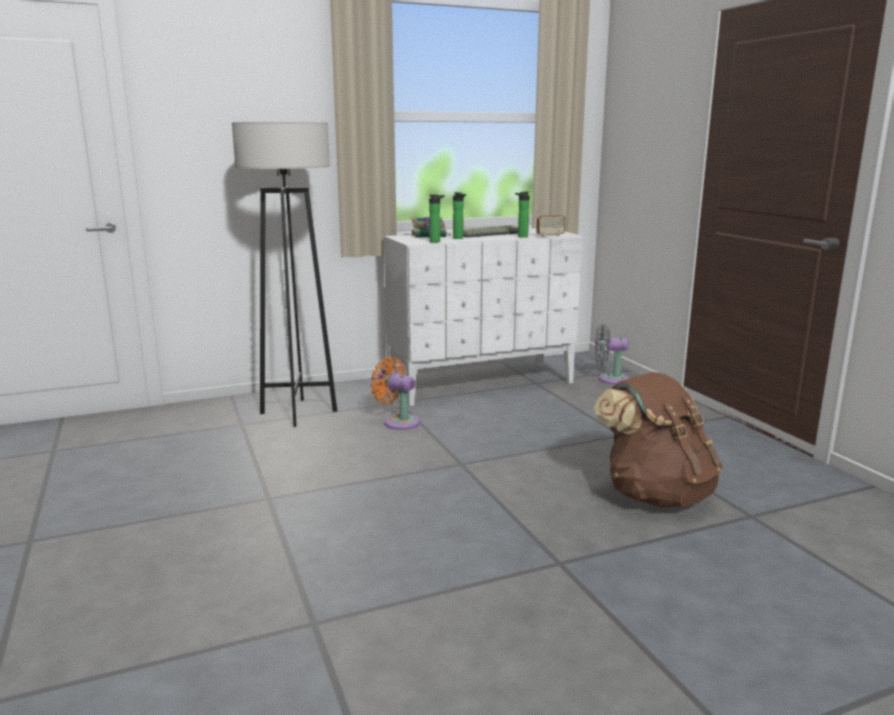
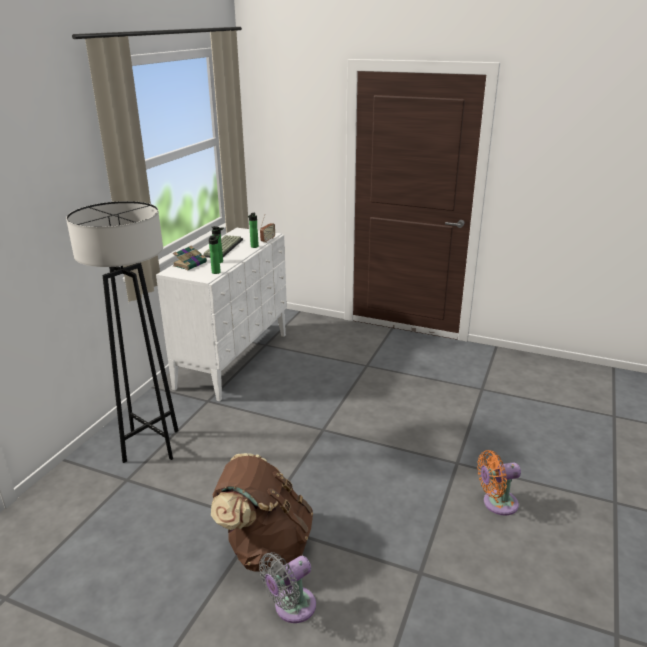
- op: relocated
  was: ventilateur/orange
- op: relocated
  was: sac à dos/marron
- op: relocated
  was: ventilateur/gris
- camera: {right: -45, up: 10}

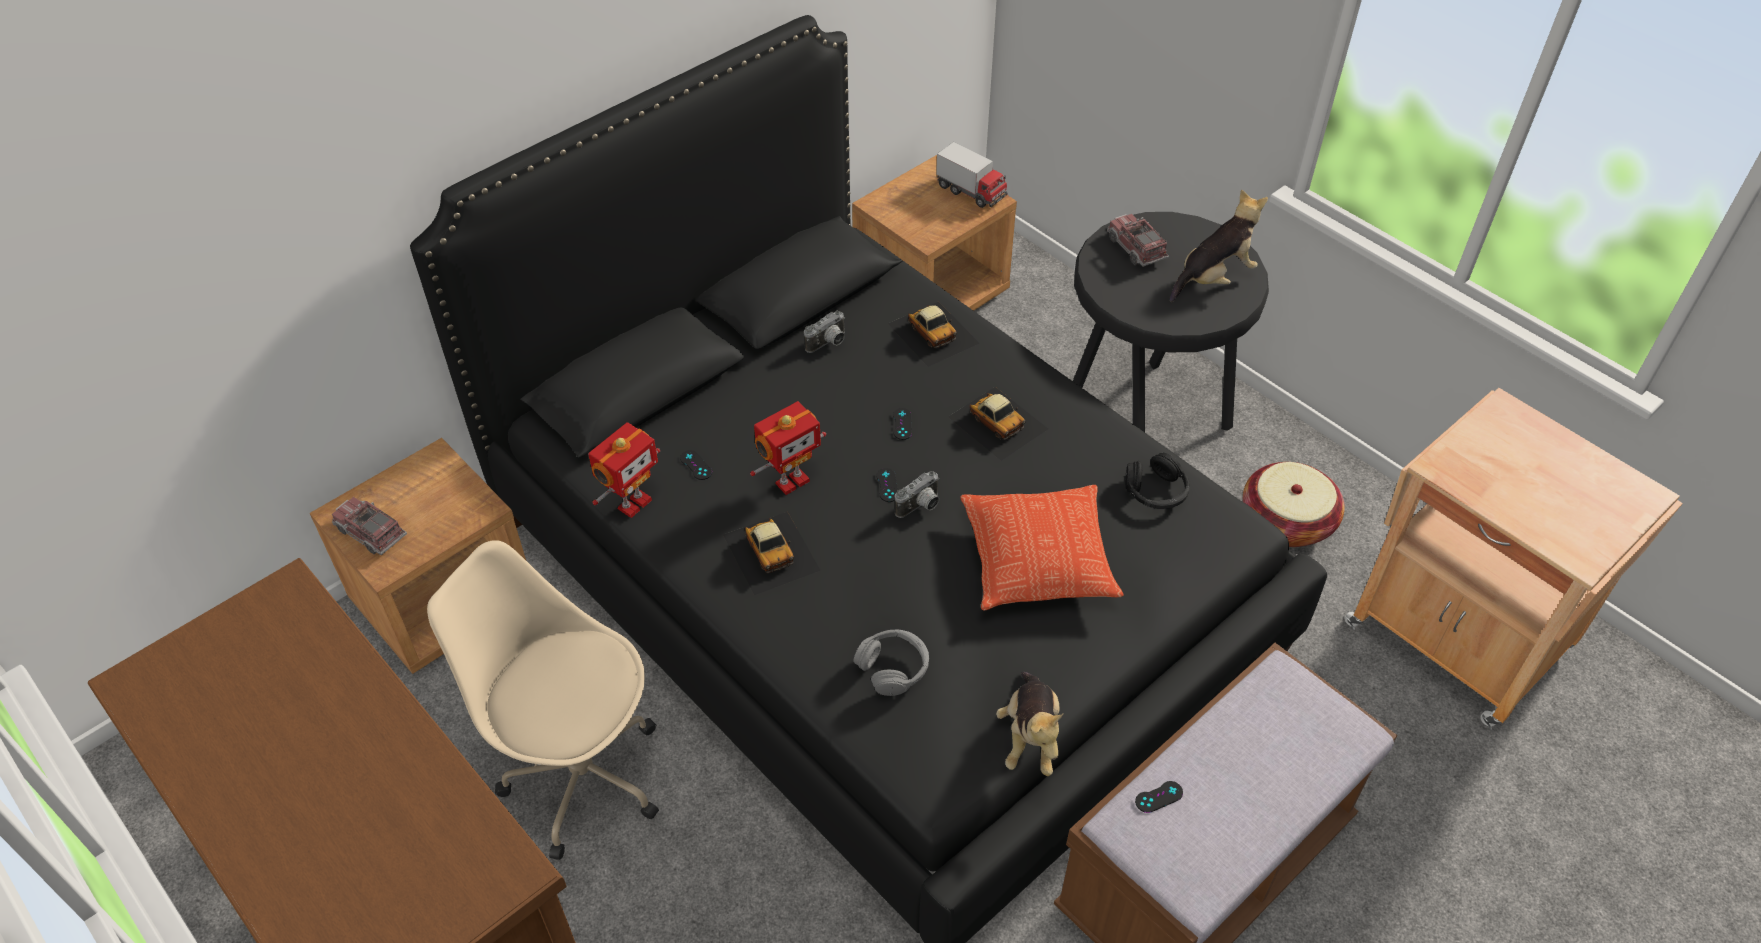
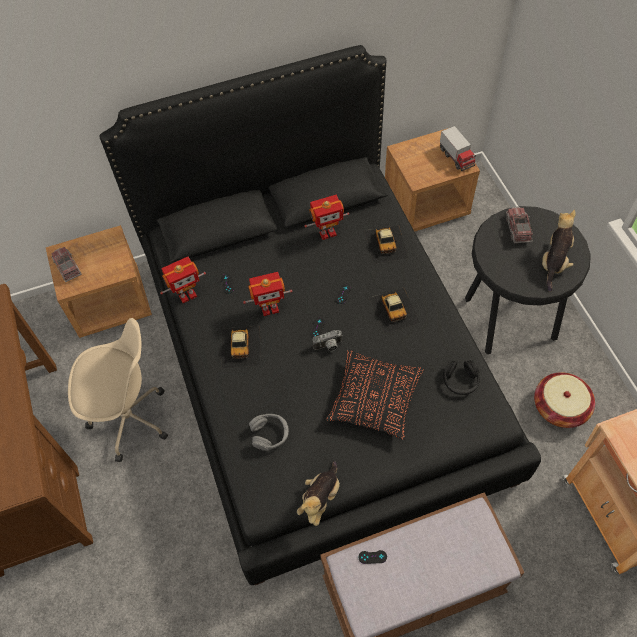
- op: spun
  was: chaise de bureau/beige
  clockwise: 120
- op: exchanged
  was: appareil photo (no. 1 from left)
  now: robot jouet (no. 3 from left)
- op: colour
  was: coussin/orange
  now: coussin/noir
- op: spun
  was: peluche (no. 2 from left)
  clockwise: -60
- camera: {right: 25, up: 10}

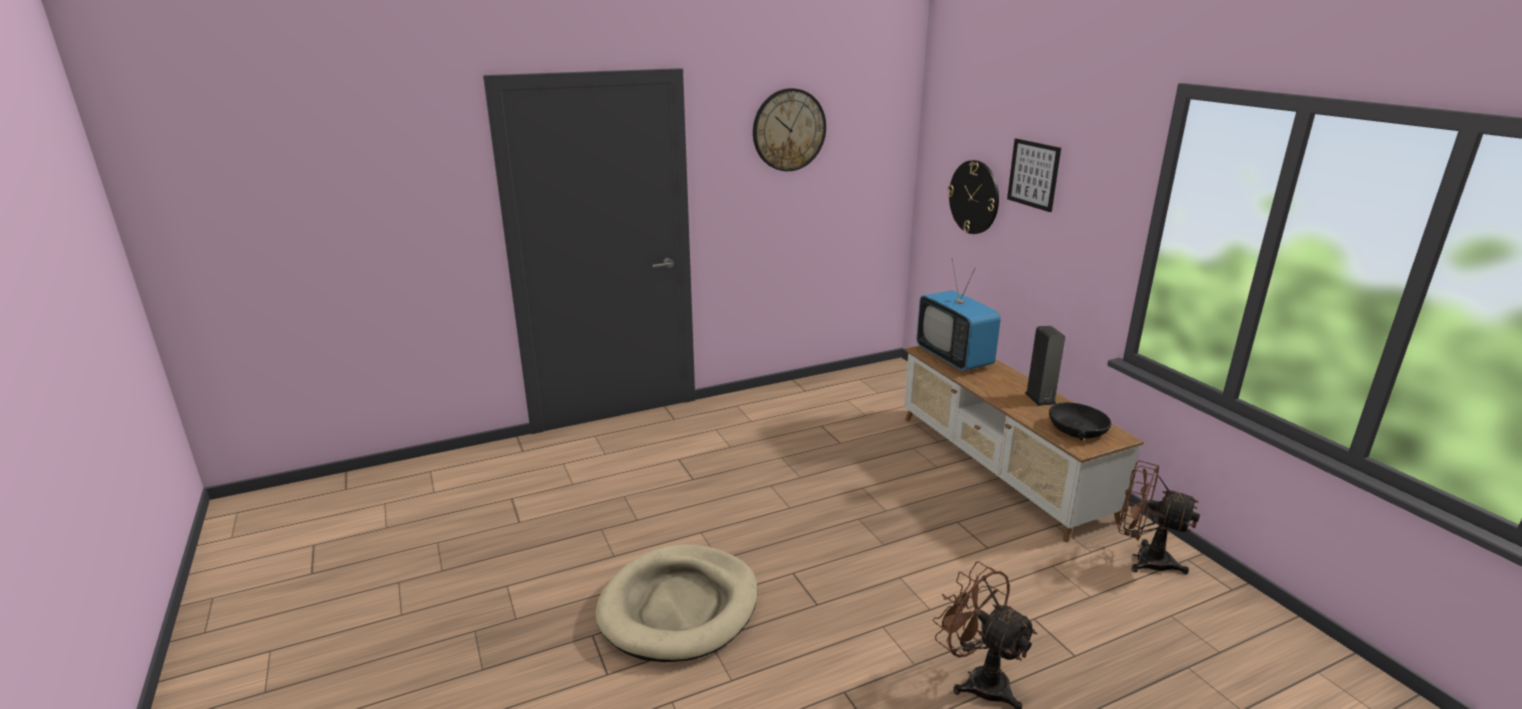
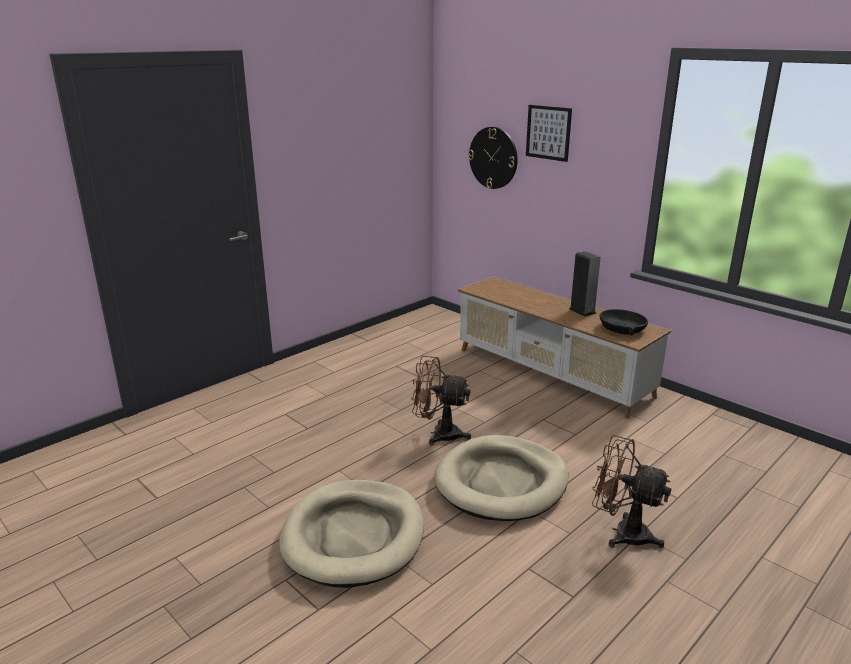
- op: missing
  was: horloge murale (no. 1 from left)
- op: missing
  was: téléviseur
- op: relocated
  was: ventilateur/marron (no. 2 from left in the first image)
  now: ventilateur/marron (no. 1 from left)
- op: appeared
  now: panier pour chien/beige (no. 2 from left)
- camera: {right: -20, up: 0}

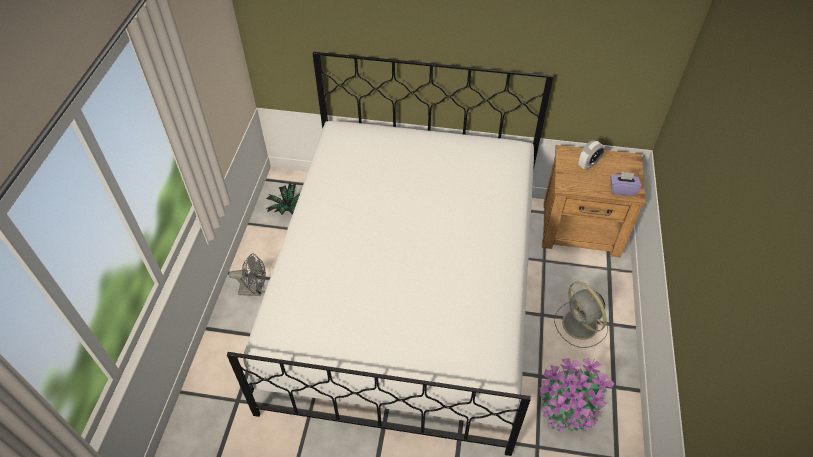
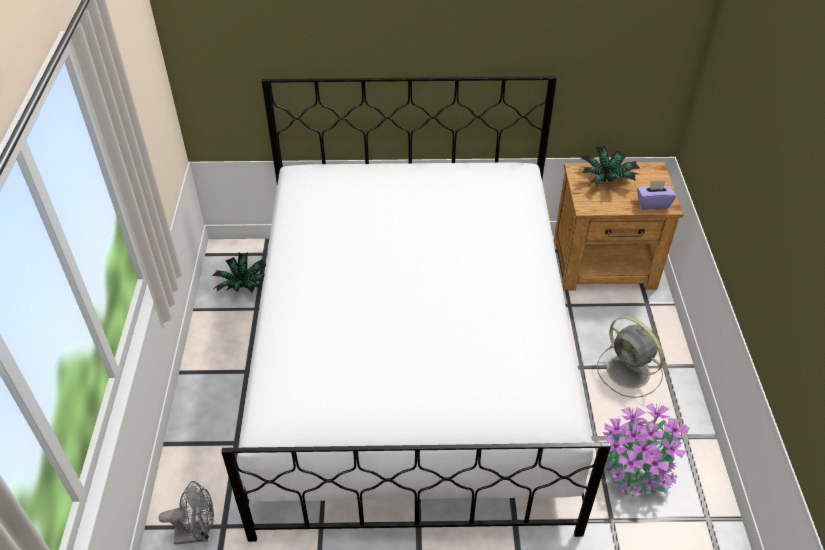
- op: relocated
  was: ventilateur/gris (no. 1 from left)
- op: exchanged
  was: réveil
  now: plante en pot (no. 2 from left)
- camera: {right: -10, up: -5}

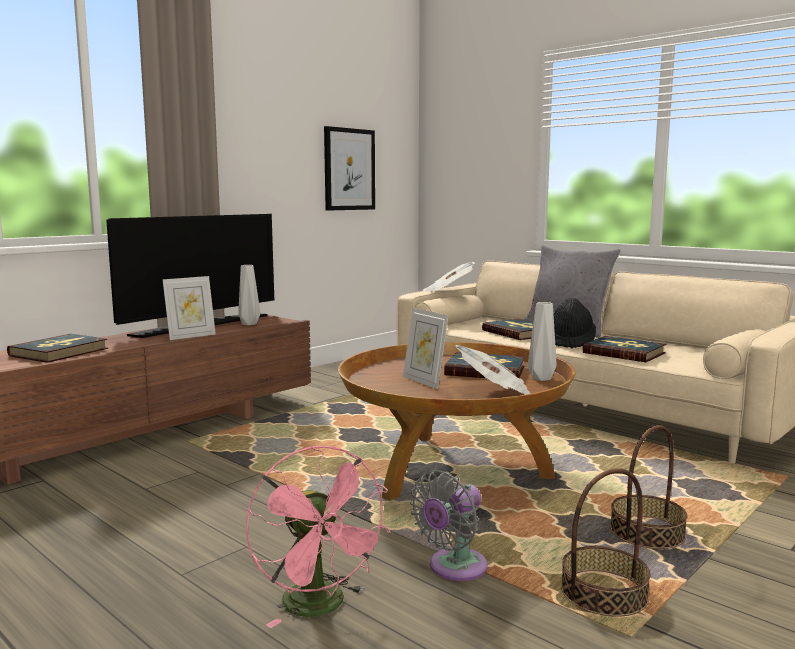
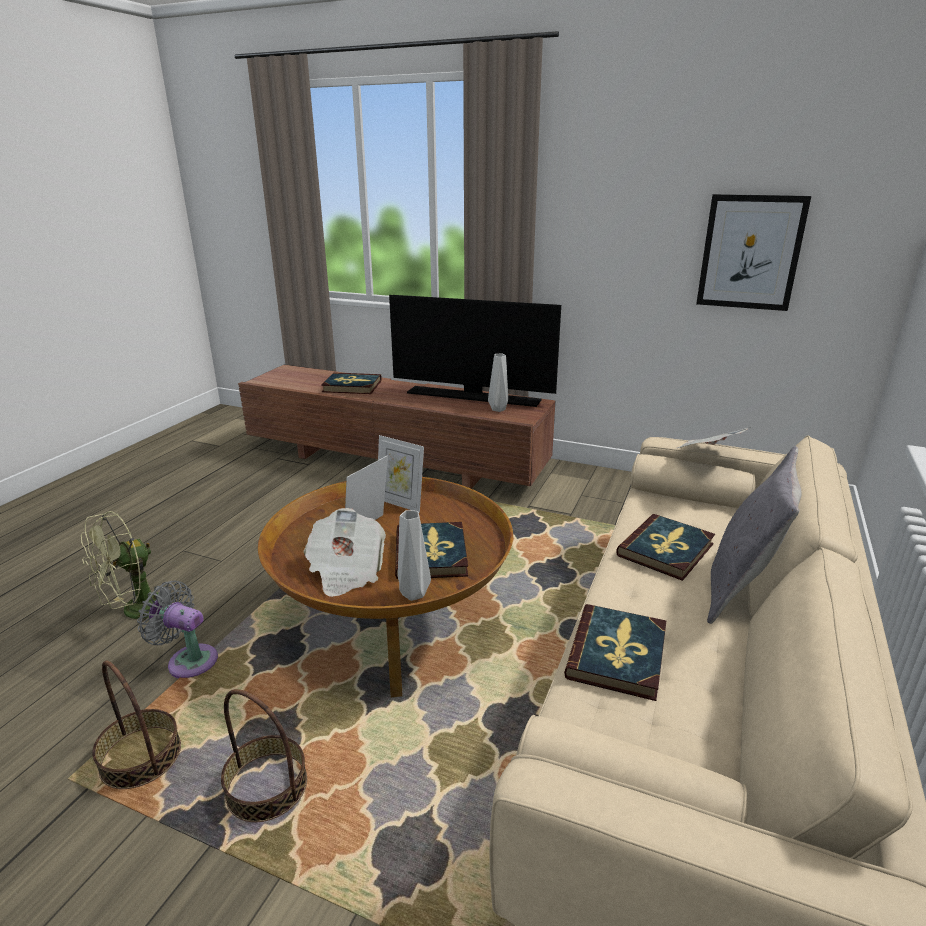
- op: relocated
  was: cadre photo (no. 1 from left in the first image)
  now: cadre photo (no. 2 from left)
- op: colour
  was: ventilateur/rose
  now: ventilateur/vert
- op: missing
  was: chapeau/noir
- camera: {right: 70, up: 15}

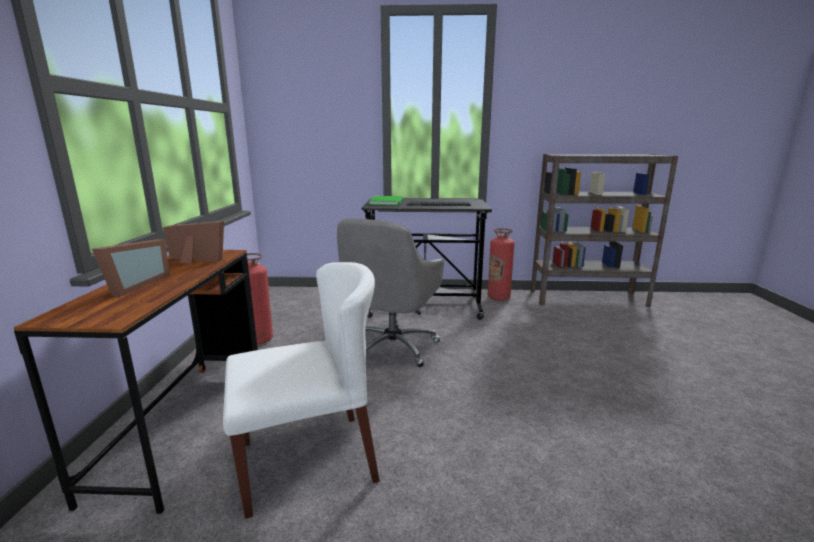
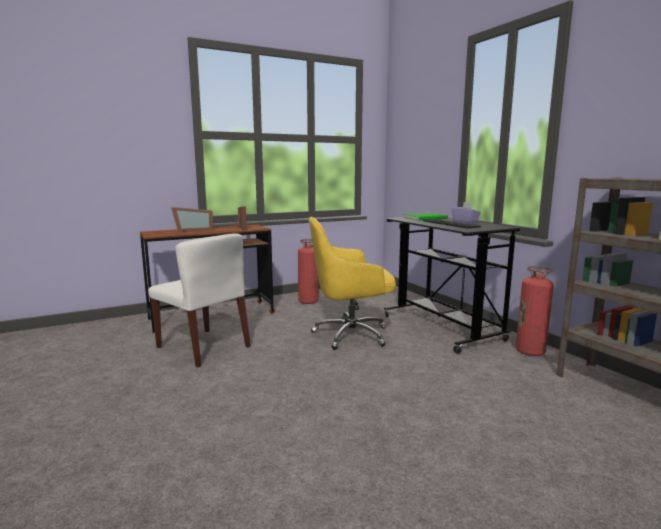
- op: colour
  was: chaise de bureau/gris
  now: chaise de bureau/jaune
- op: appeared
  now: boîte à mouchoirs/violet
- camera: {right: 60, up: -5}

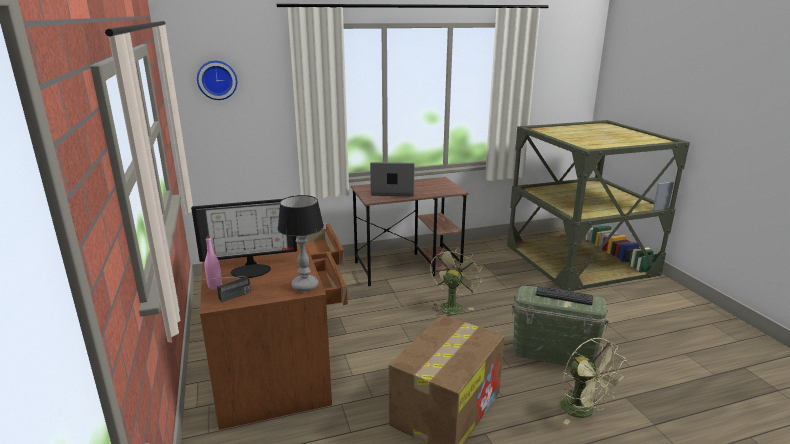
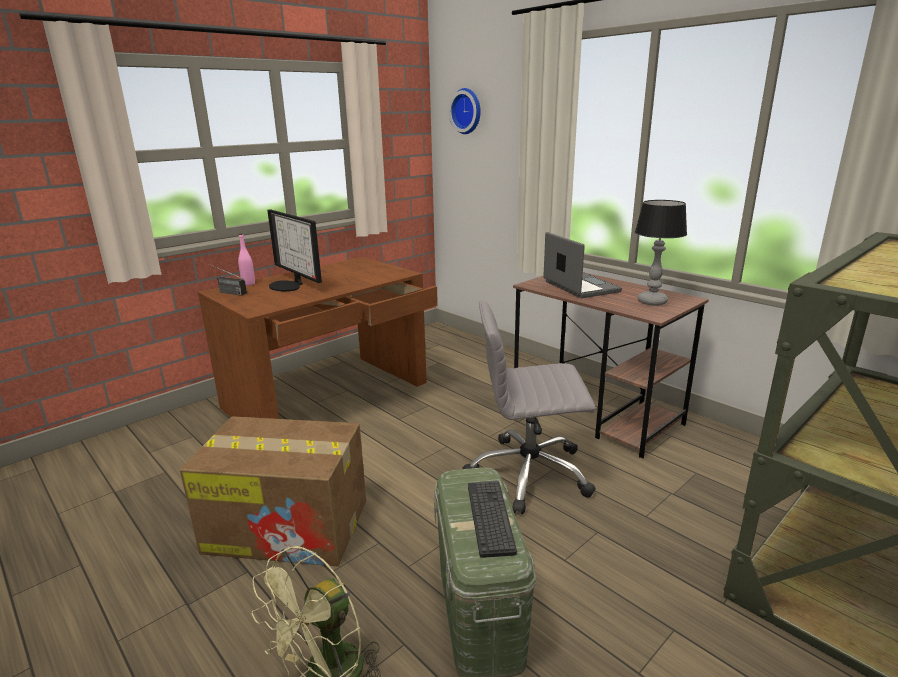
- op: relocated
  was: lampe de table
- op: exchanged
  was: ventilateur/vert (no. 1 from left)
  now: chaise de bureau/gris
- camera: {right: 65, up: 0}

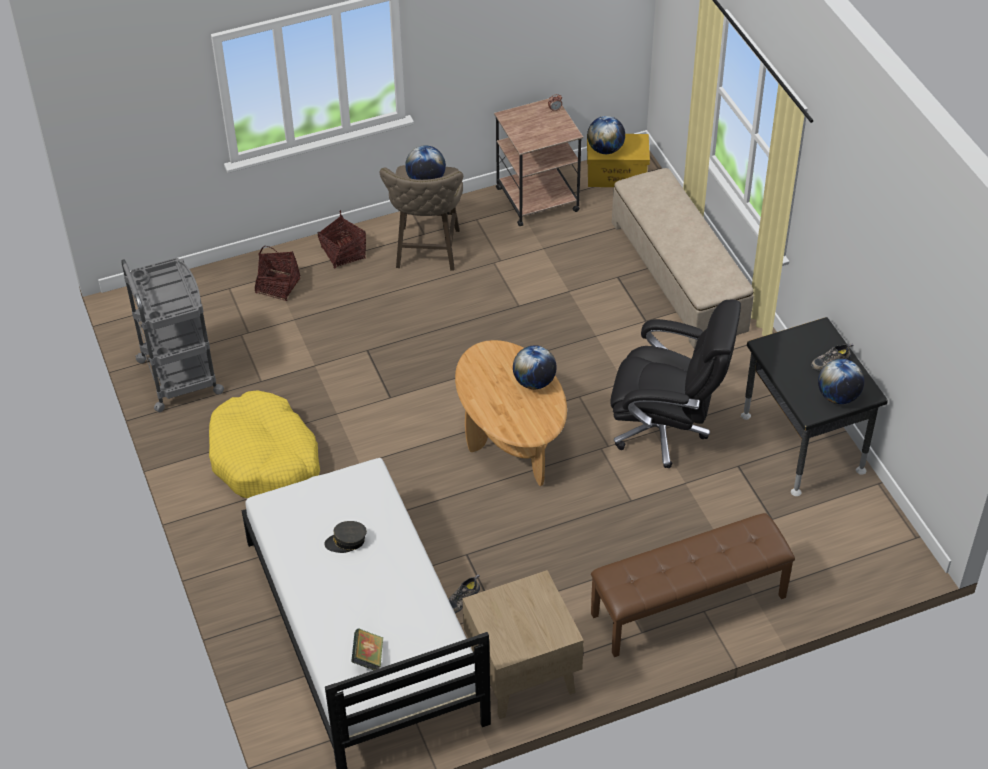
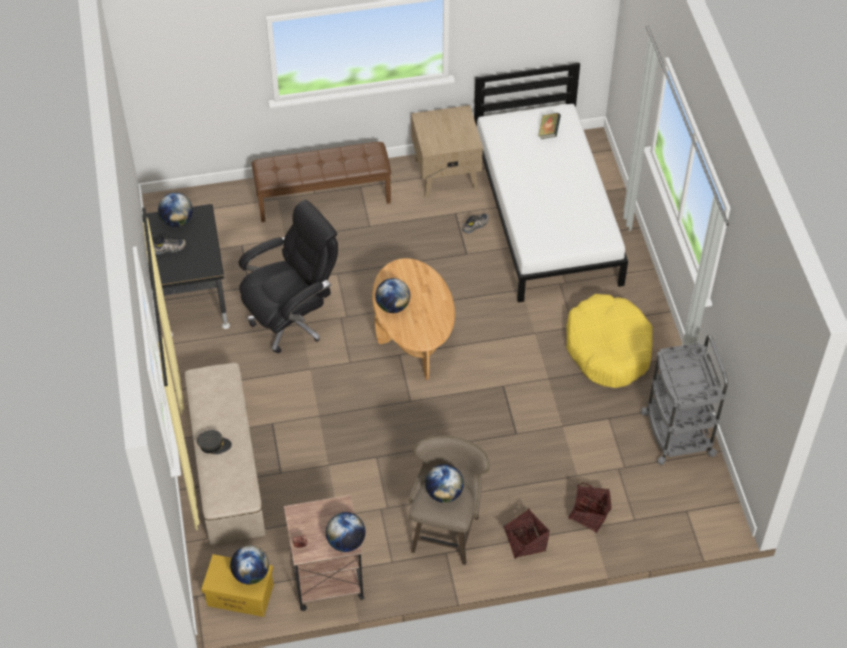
- op: relocated
  was: casquette/gris
- op: spun
  was: chaise de bureau/noir
  clockwise: 120
- op: appeared
  now: globe (no. 3 from left)
- camera: {right: -170, up: 5}

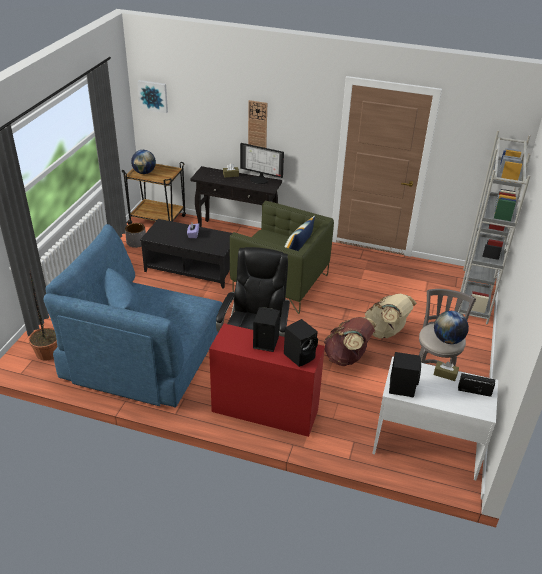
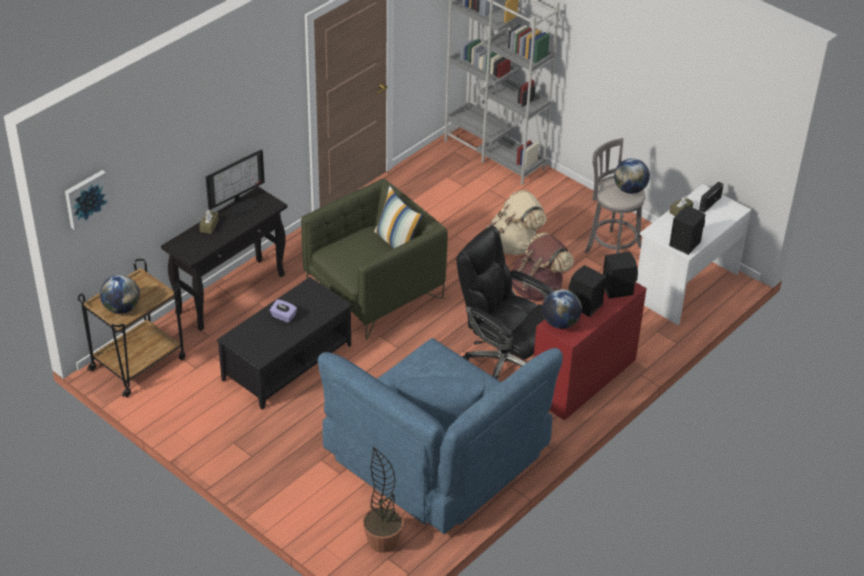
- op: missing
  was: cache-pot/gris
- op: missing
  was: horloge murale
- op: appeared
  now: globe (no. 2 from left)
- camera: {right: -65, up: 5}

